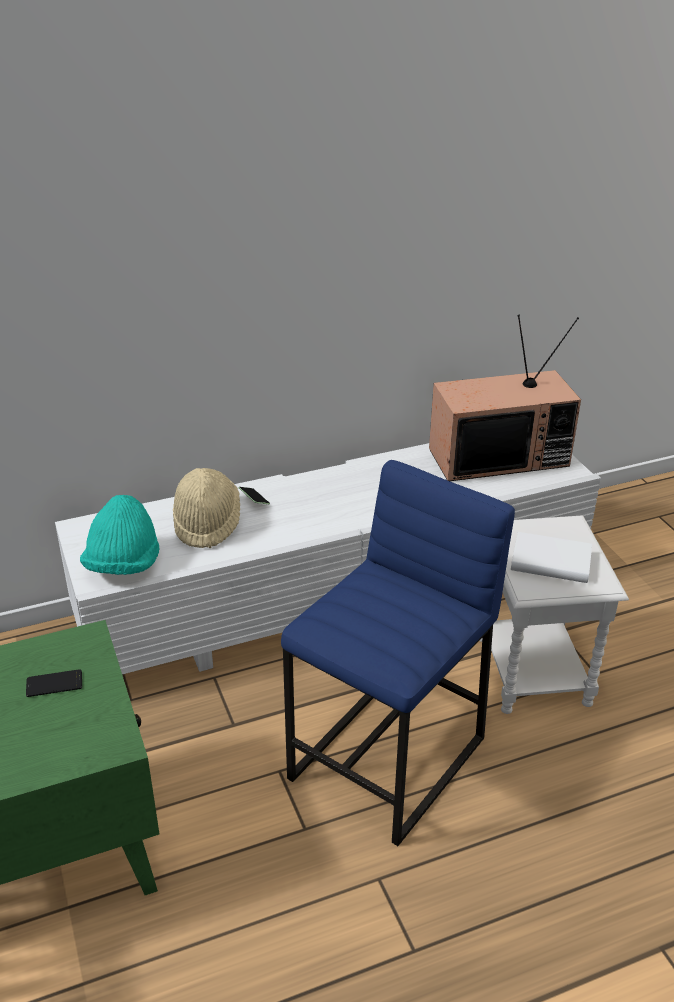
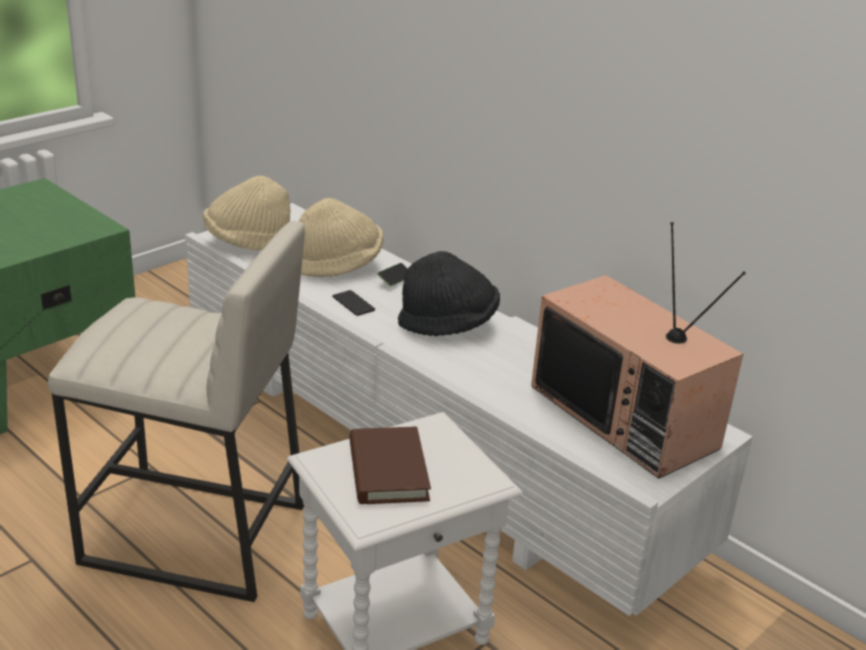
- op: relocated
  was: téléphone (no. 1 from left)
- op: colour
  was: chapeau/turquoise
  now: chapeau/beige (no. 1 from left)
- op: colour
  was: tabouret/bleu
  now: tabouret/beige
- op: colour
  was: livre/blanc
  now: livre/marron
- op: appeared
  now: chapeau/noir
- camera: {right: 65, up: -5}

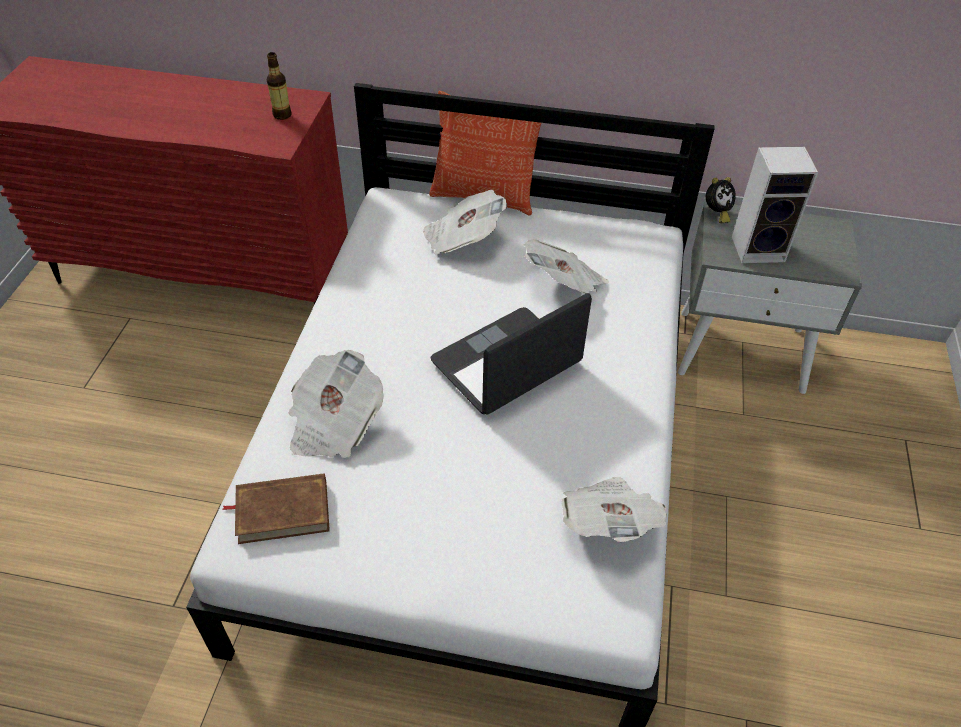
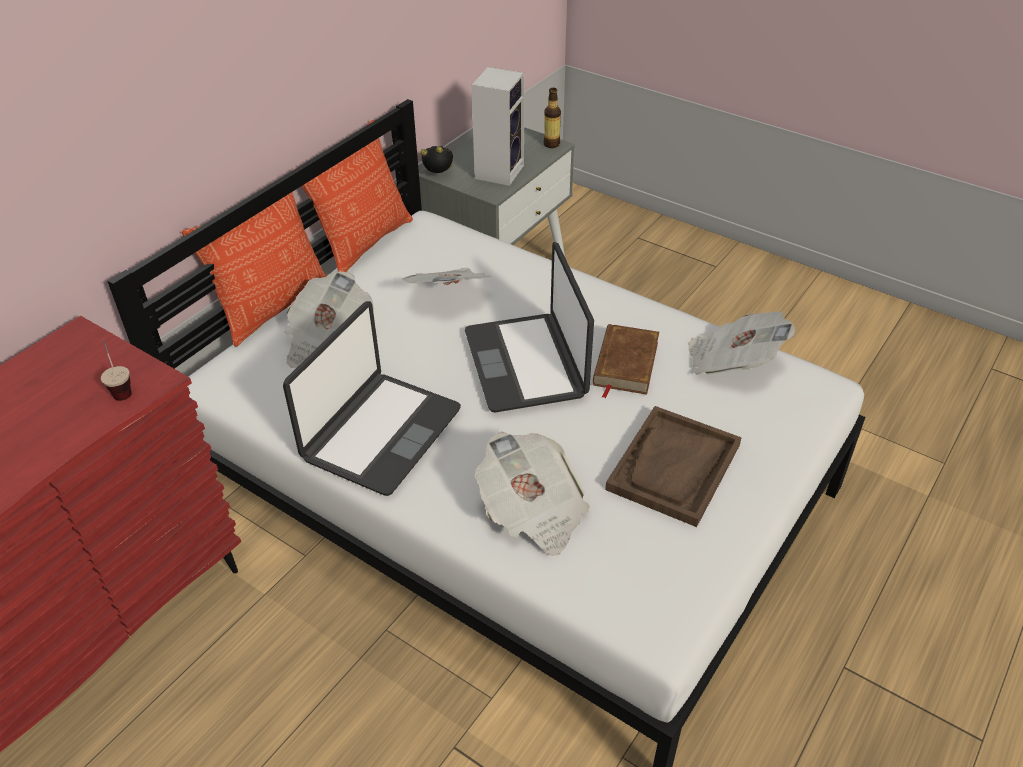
- op: relocated
  was: livre/marron
- op: relocated
  was: bouteille
- op: spun
  was: réveil
  clockwise: -75
- op: appeared
  now: tasse
- op: appeared
  now: ordinateur portable (no. 1 from left)
- op: appeared
  now: coussin/orange (no. 2 from left)
- op: appeared
  now: plateau/marron
- camera: {right: -65, up: -5}

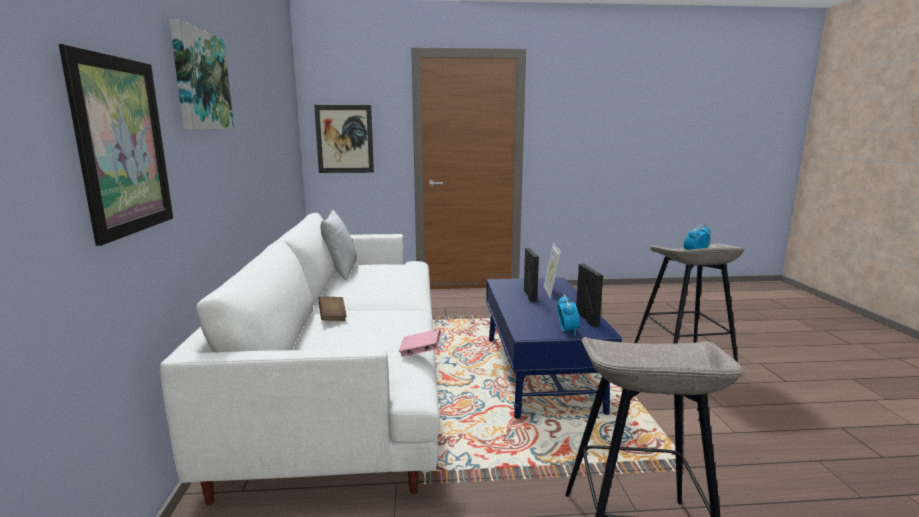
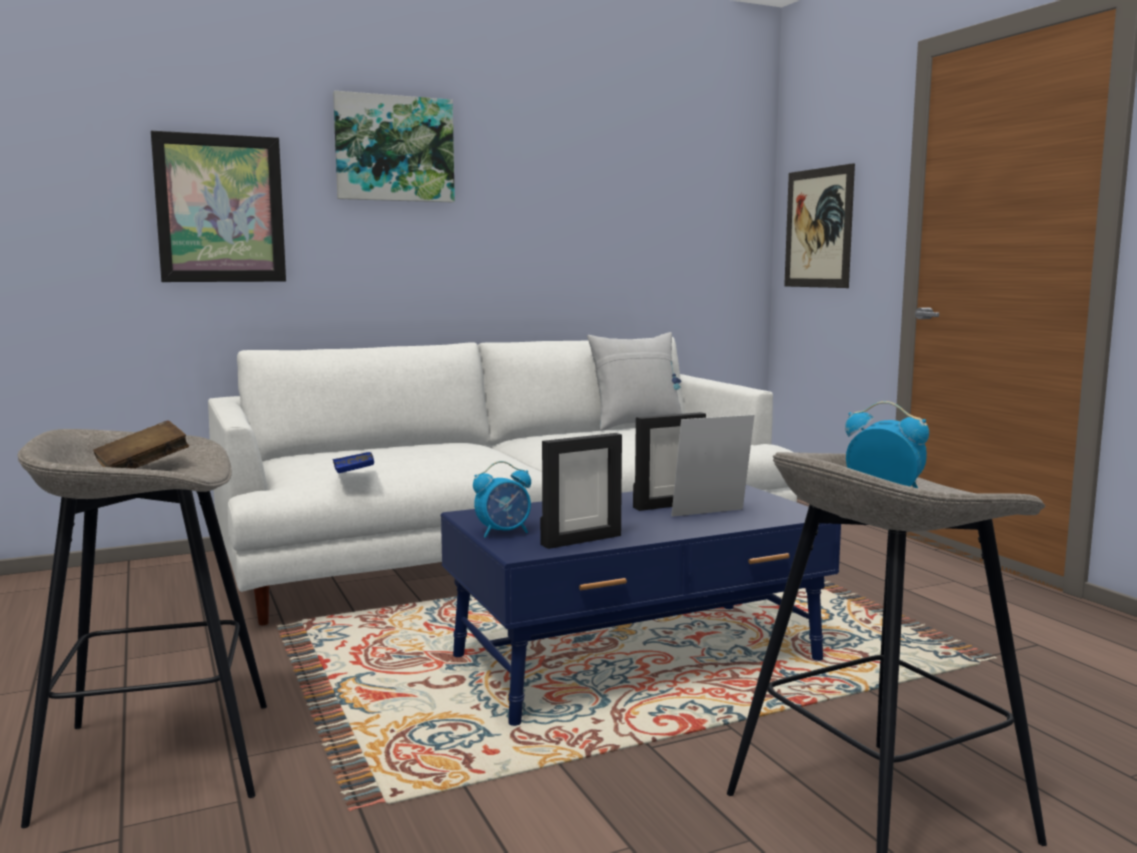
- op: relocated
  was: livre/marron
- op: colour
  was: livre/rose
  now: livre/bleu
- camera: {right: 70, up: -5}

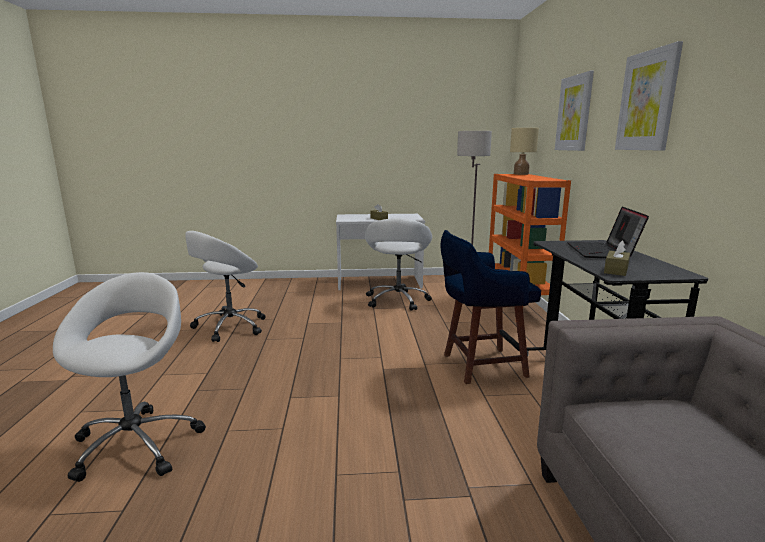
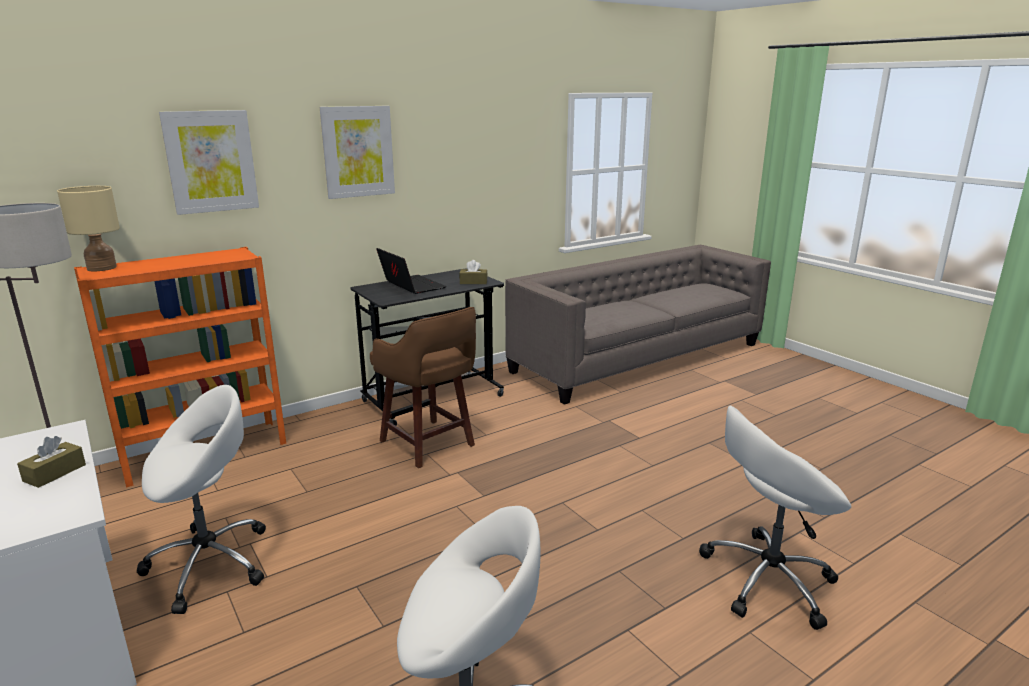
- op: colour
  was: tabouret/bleu
  now: tabouret/marron
- op: spun
  was: ordinateur portable
  clockwise: -105
- camera: {right: -120, up: 5}

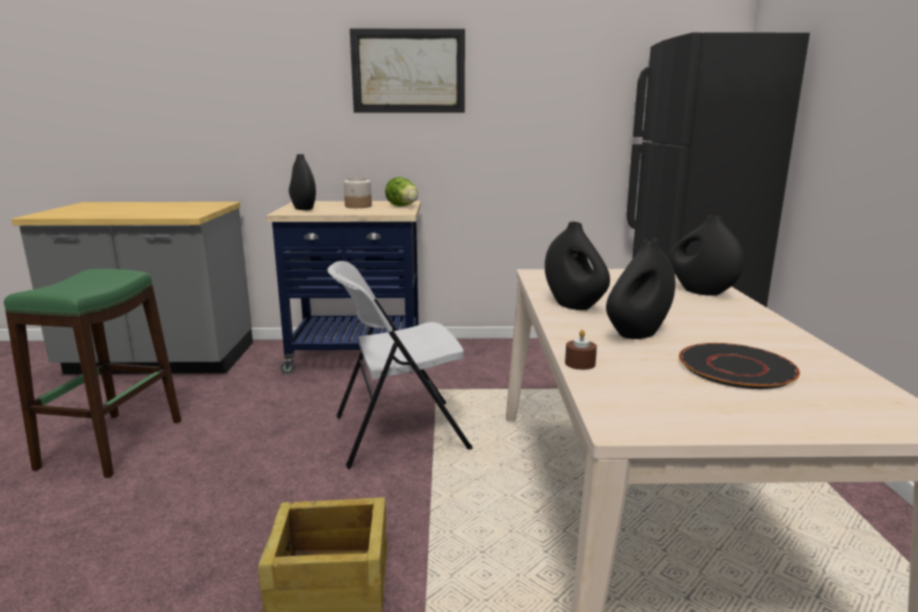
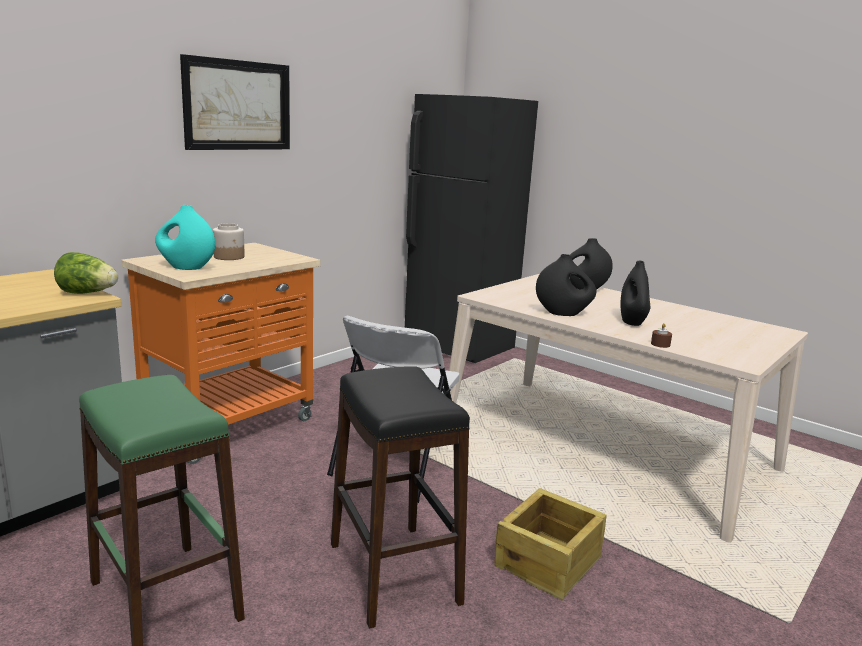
- op: colour
  was: chariot/bleu
  now: chariot/orange
- op: colour
  was: vase/noir (no. 1 from left)
  now: vase/turquoise
- op: relocated
  was: laitue
- op: missing
  was: assiette/noir
- op: appeared
  now: tabouret/noir
- camera: {right: -50, up: 0}

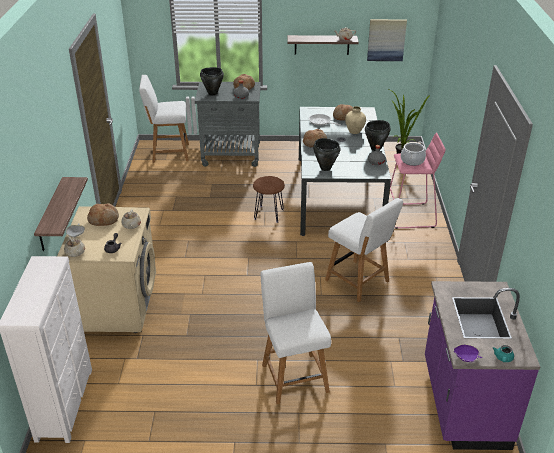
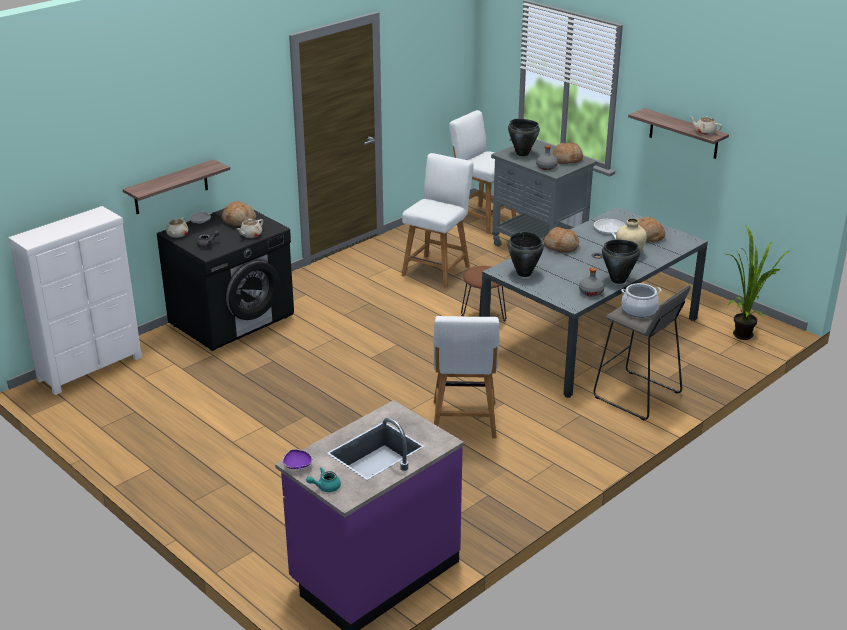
- op: colour
  was: lave-linge/beige
  now: lave-linge/noir
- op: relocated
  was: chaise/blanc (no. 2 from left in the first image)
  now: chaise/blanc (no. 1 from left)
- op: missing
  was: tableau
- op: colour
  was: tabouret/rose
  now: tabouret/gris
- camera: {right: 45, up: -5}

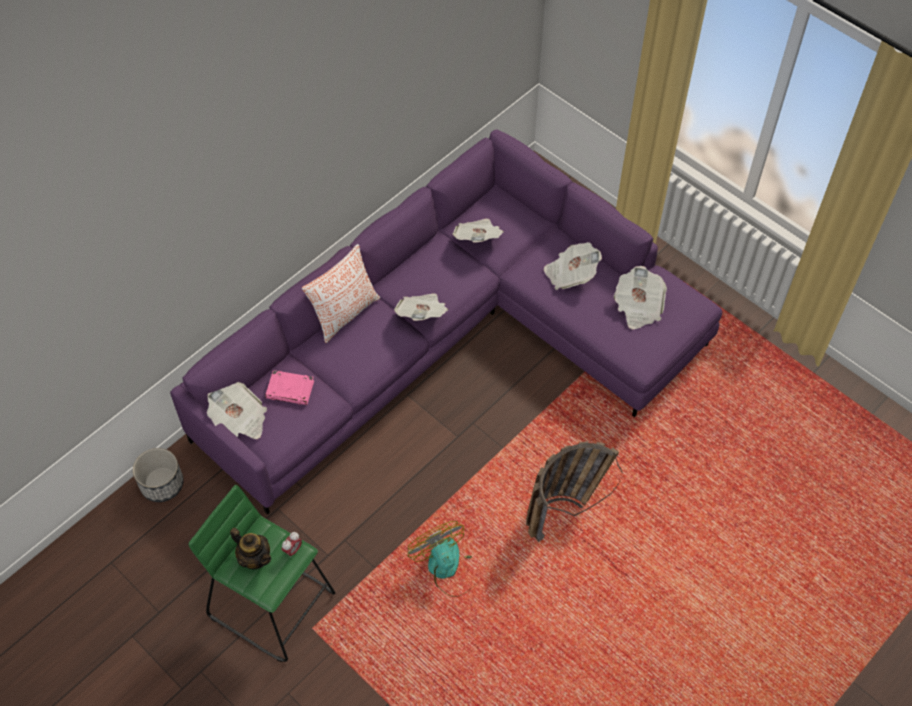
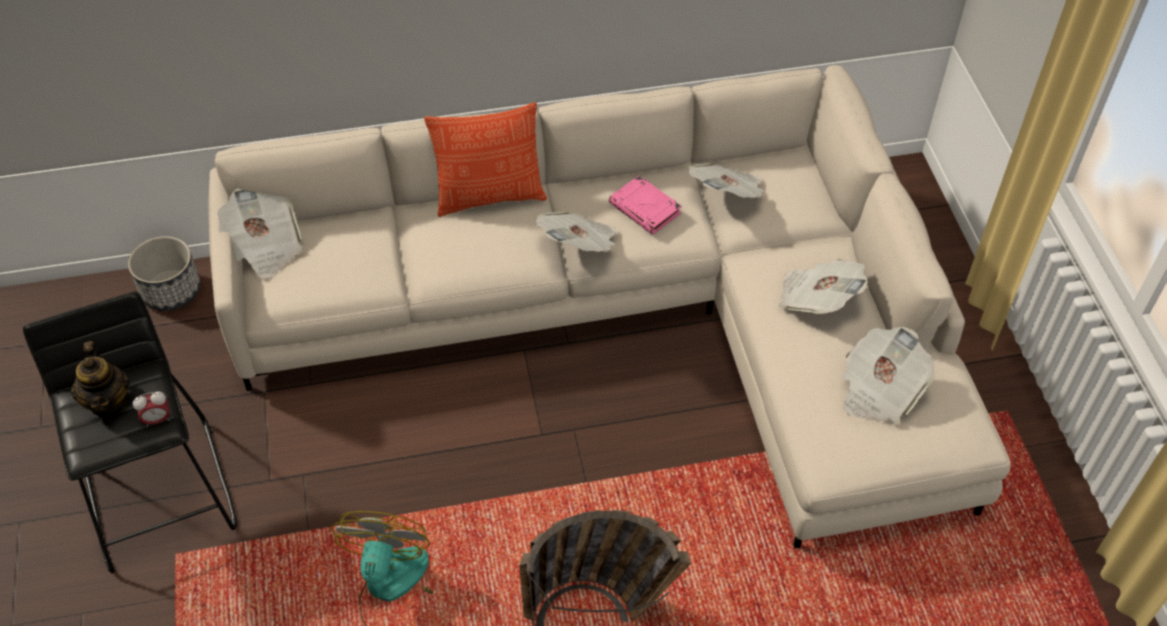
- op: colour
  was: canapé/violet
  now: canapé/beige
- op: colour
  was: tabouret/vert
  now: tabouret/noir
- op: relocated
  was: livre/rose
- op: colour
  was: coussin/blanc
  now: coussin/orange
- camera: {right: 35, up: -5}

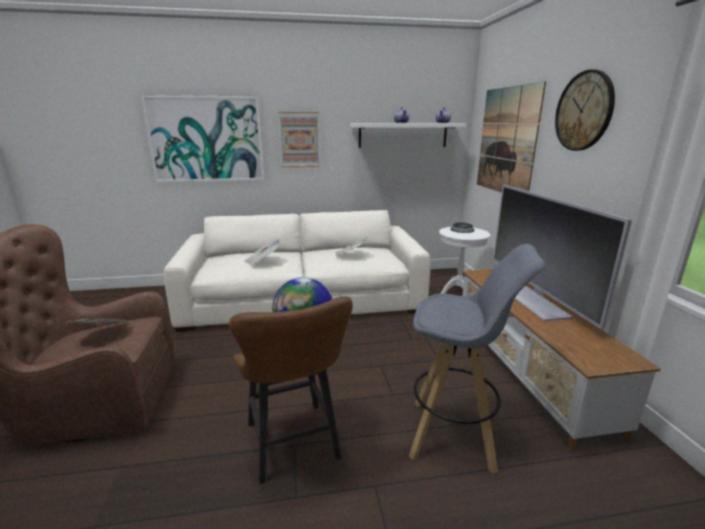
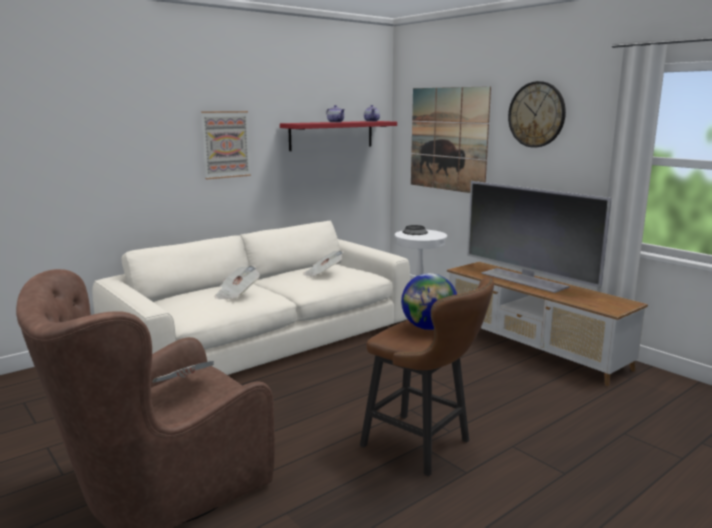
- op: missing
  was: tableau (no. 1 from left)
- op: colour
  was: étagère/blanc
  now: étagère/rouge
- op: missing
  was: tabouret/gris
- camera: {right: -30, up: -5}

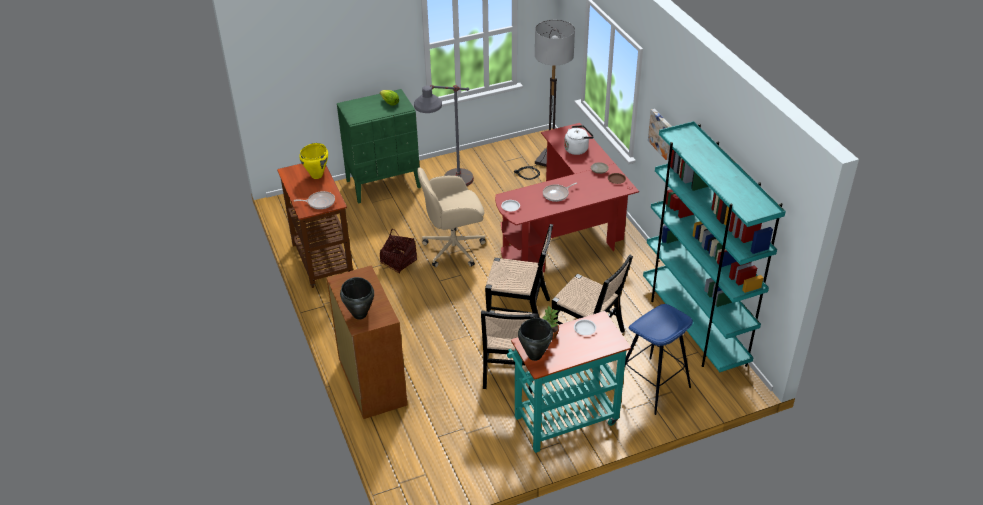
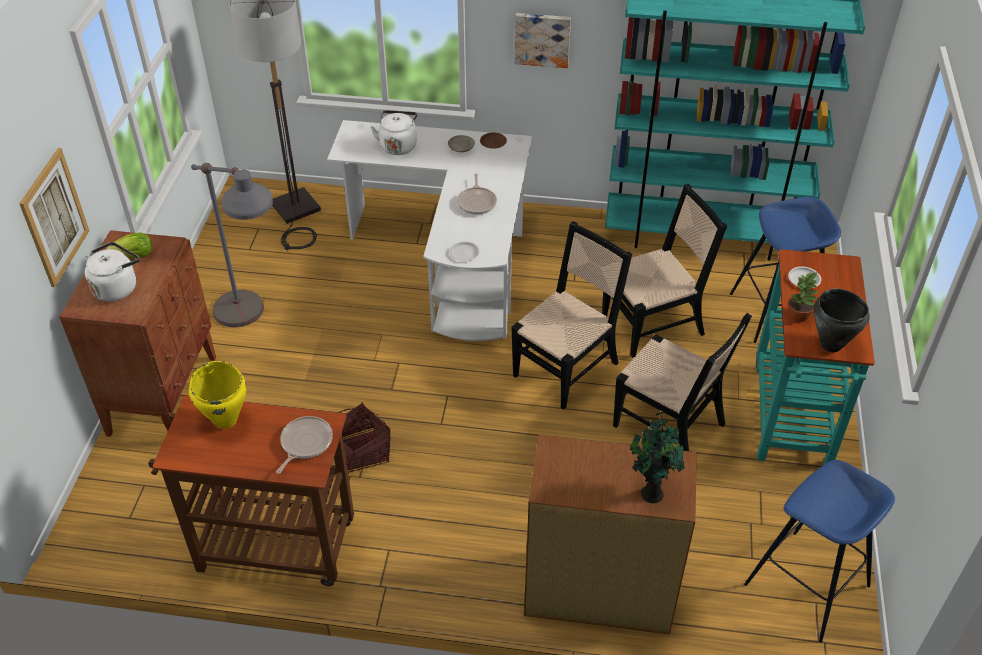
- op: colour
  was: commode/vert
  now: commode/marron
- op: exchanged
  was: marmite/noir (no. 1 from left)
  now: plante en pot (no. 1 from left)
- op: missing
  was: chaise de bureau/beige
- op: colour
  was: bureau/rouge
  now: bureau/blanc
- op: appeared
  now: tableau (no. 1 from left)
- op: appeared
  now: bouilloire/blanc (no. 1 from left)
- op: appeared
  now: tabouret/bleu (no. 2 from left)
- camera: {right: -60, up: 5}

